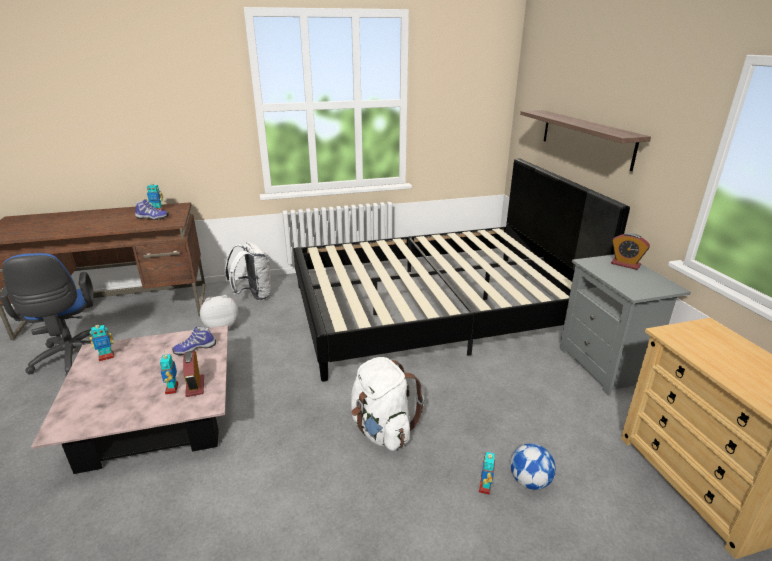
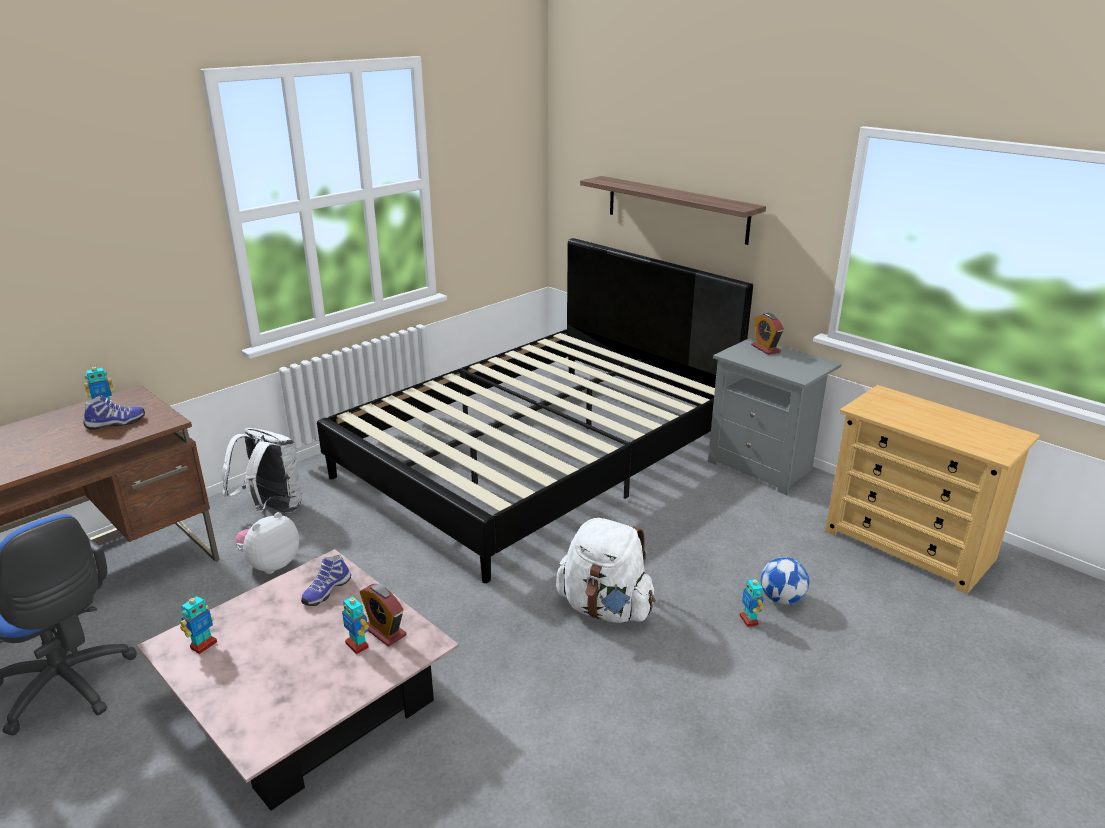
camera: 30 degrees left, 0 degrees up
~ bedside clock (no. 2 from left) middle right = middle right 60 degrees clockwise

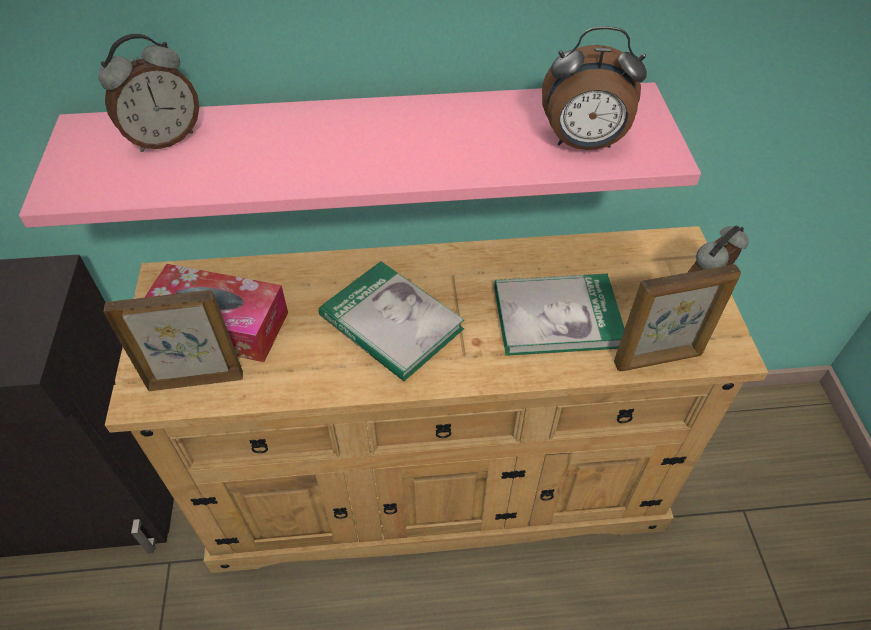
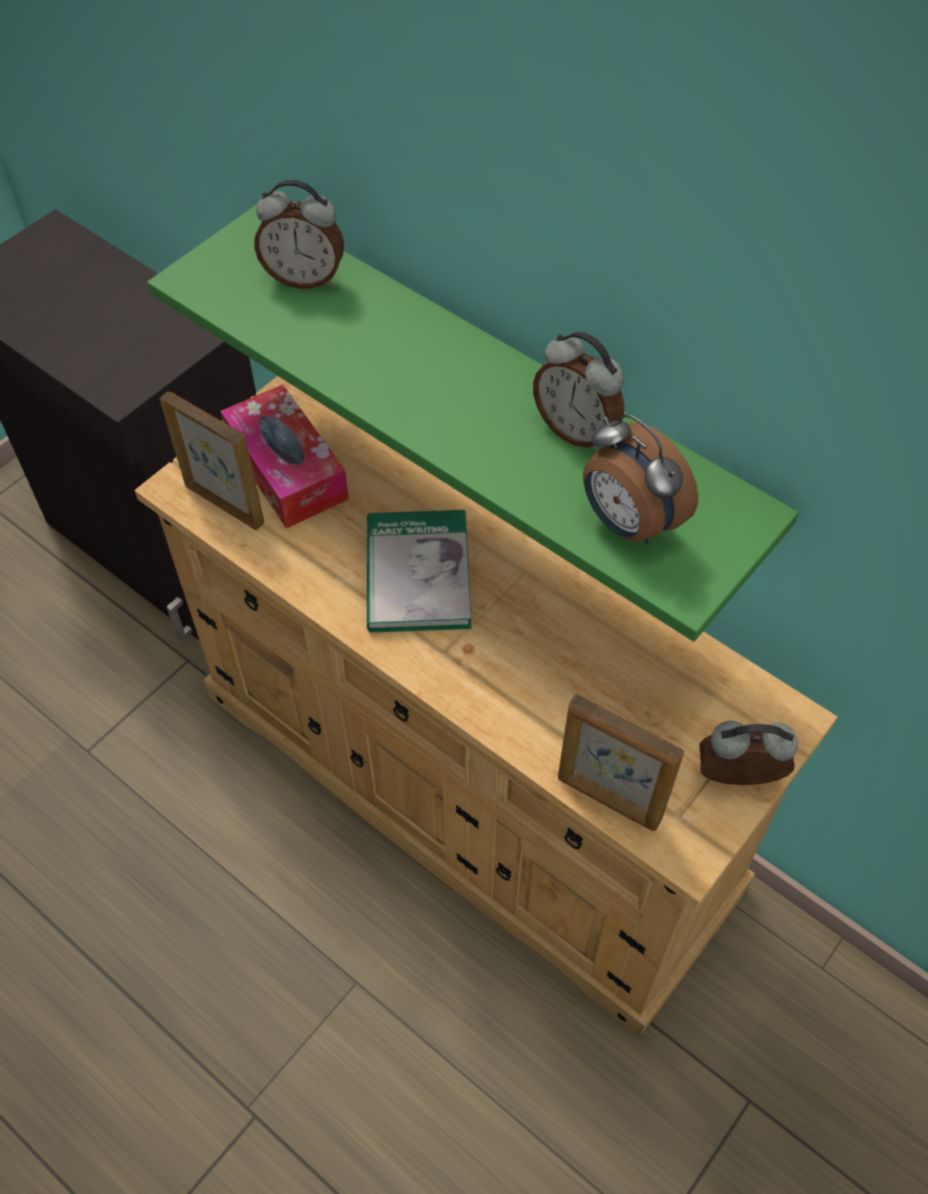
camera: 45 degrees right, 5 degrees up
~ wall shelf/pink top centre to wall shelf/green-coloured centre
- book (no. 2 from left) centre
+ bedside clock (no. 2 from left) top centre

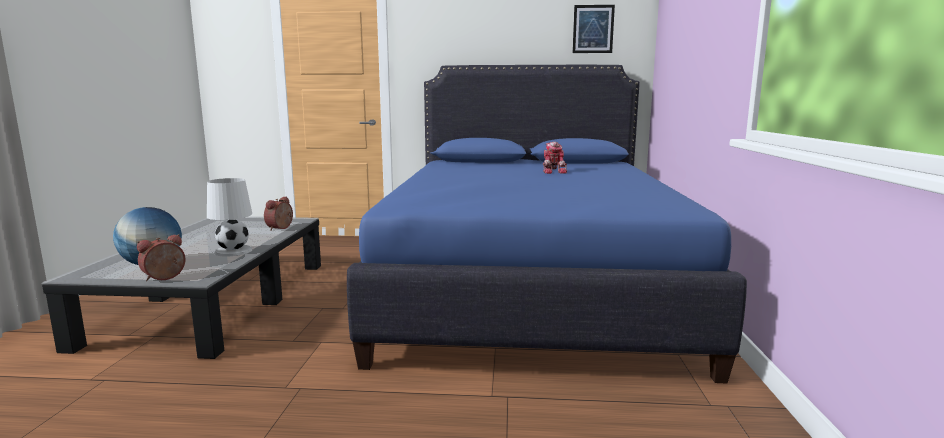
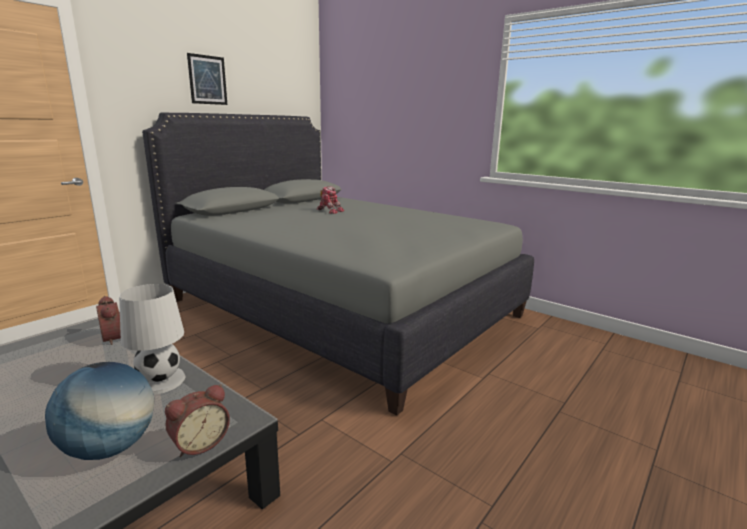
camera: 55 degrees left, 5 degrees up
~ wall art top centre to top left
~ bedroom bed/blue-coloured centre to bedroom bed/greyish centre
~ bedside clock (no. 1 from left in the first image) middle left = bottom left 120 degrees counterclockwise

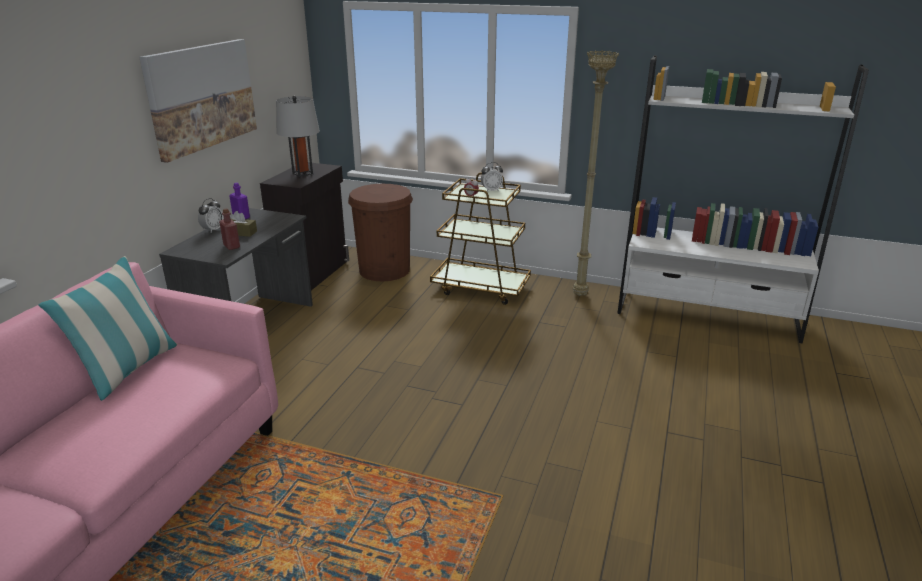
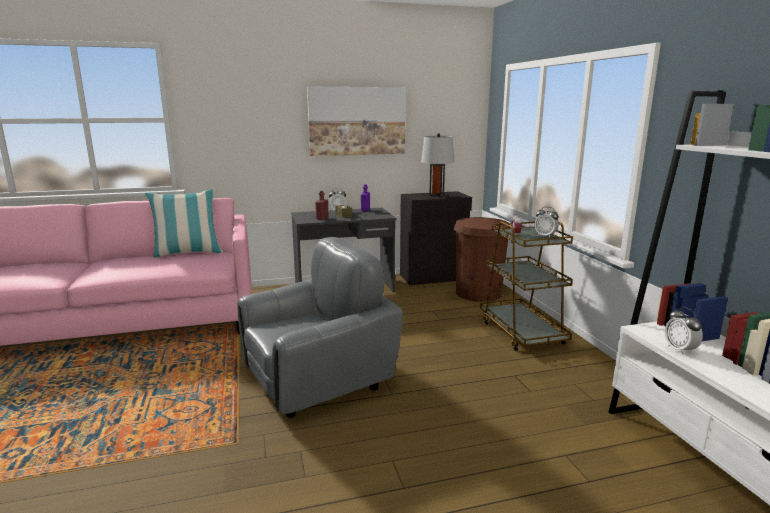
camera: 55 degrees right, 10 degrees down
- standard lamp/sand-coloured top centre
+ lounge chair/greyish centre
+ bedside clock (no. 4 from left) middle right

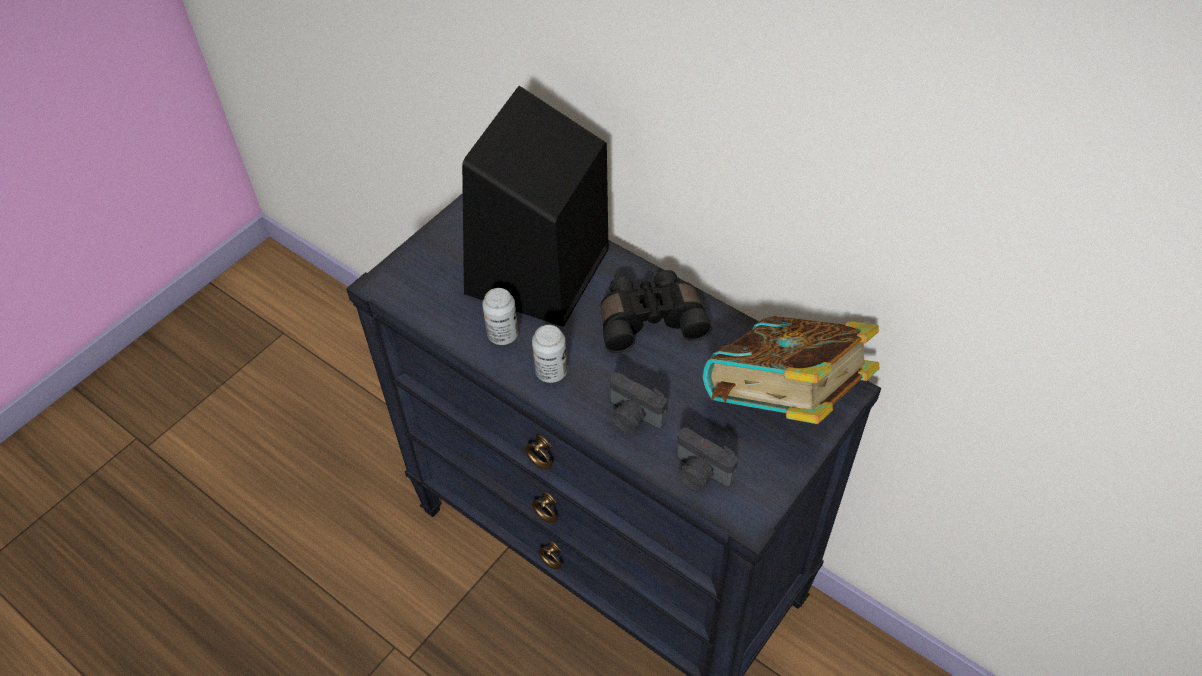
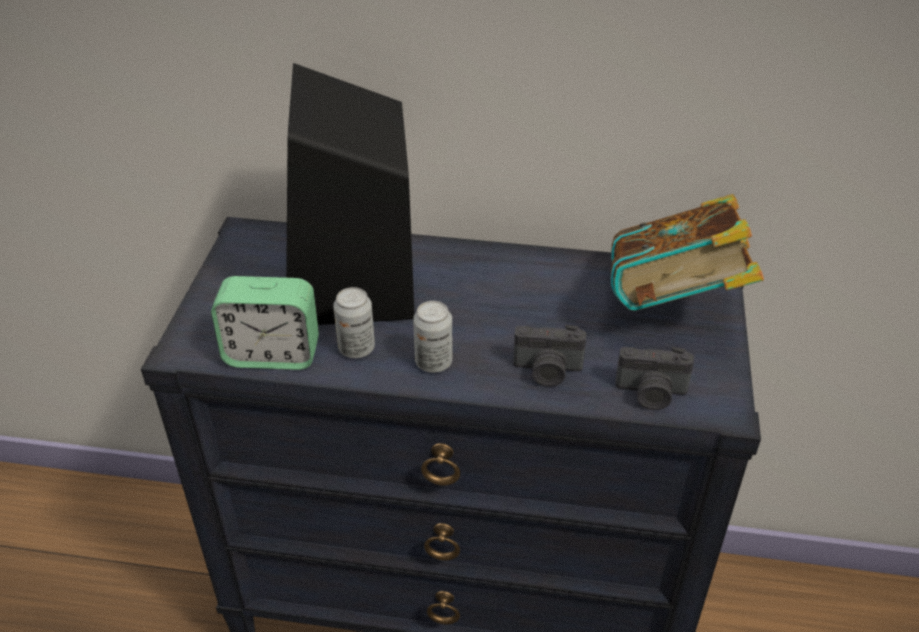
camera: 30 degrees left, 10 degrees down
- binoculars/black centre
+ bedside clock middle left

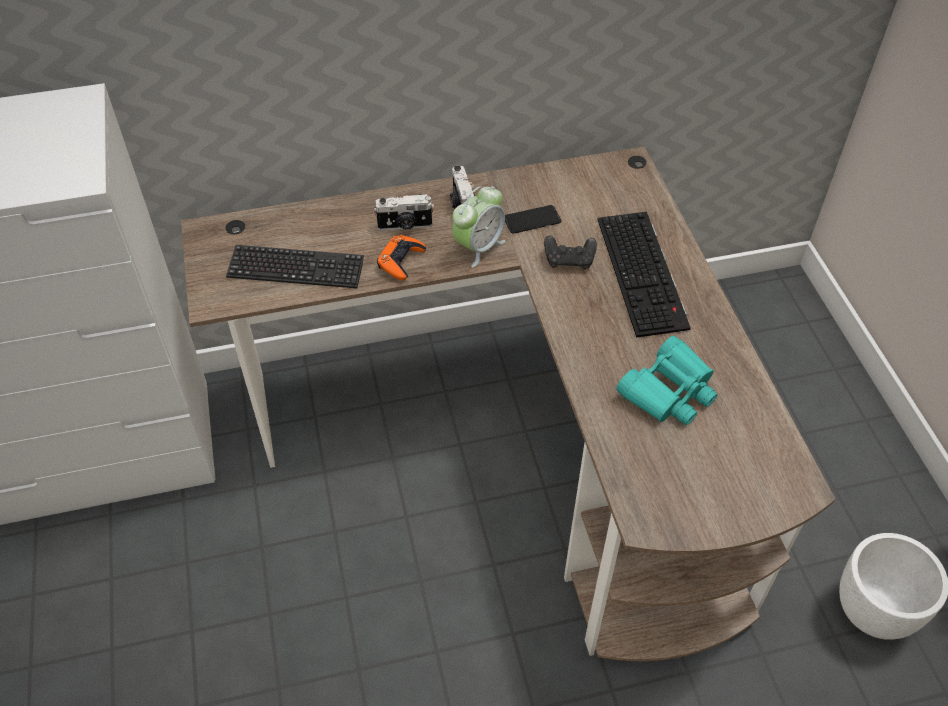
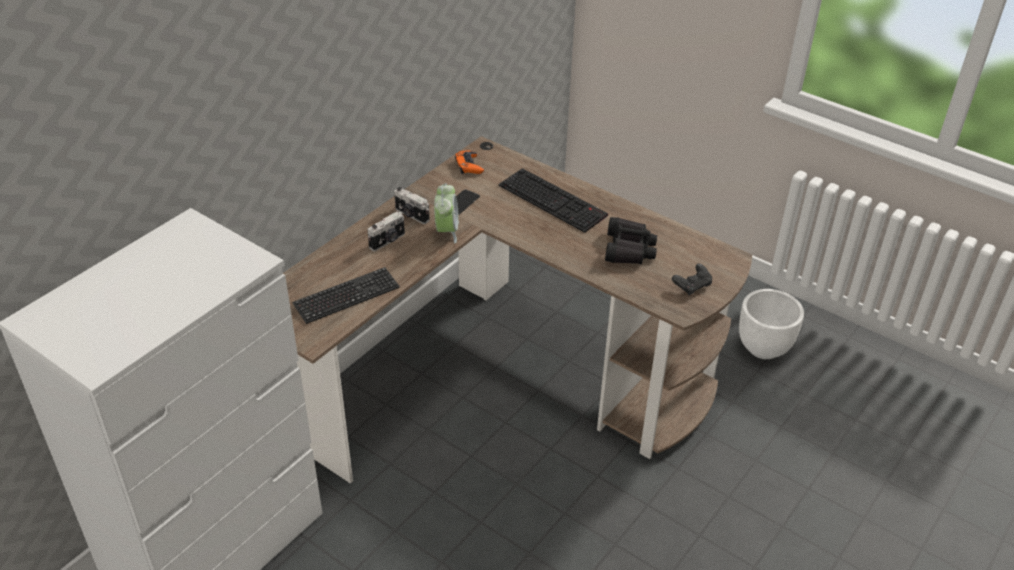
camera: 40 degrees left, 10 degrees down
~ game controller/orangey centre to top centre
~ game controller/black centre to middle right
~ binoculars/turquoise-coloured middle right to binoculars/black centre

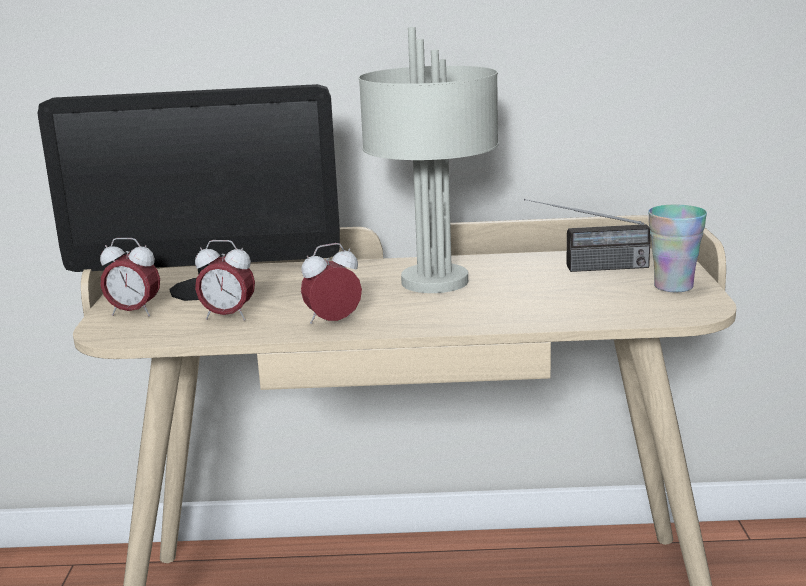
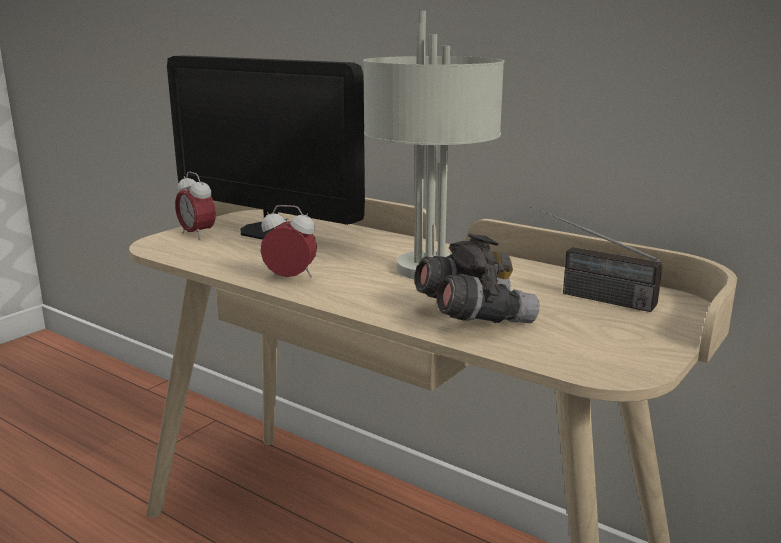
camera: 35 degrees right, 0 degrees up
- small cup middle right
- bedside clock (no. 2 from left) middle left
+ binoculars/greyish centre

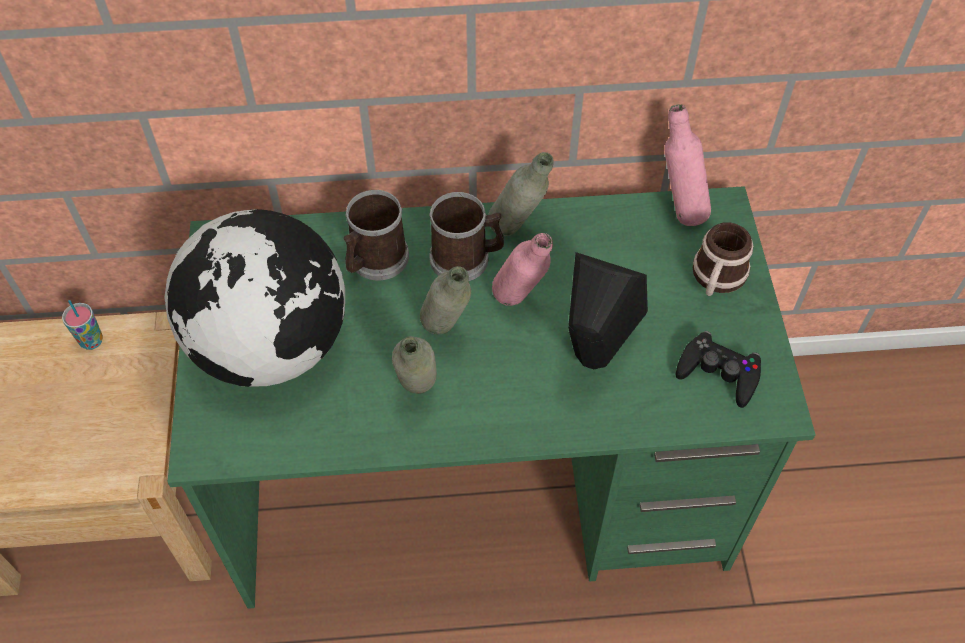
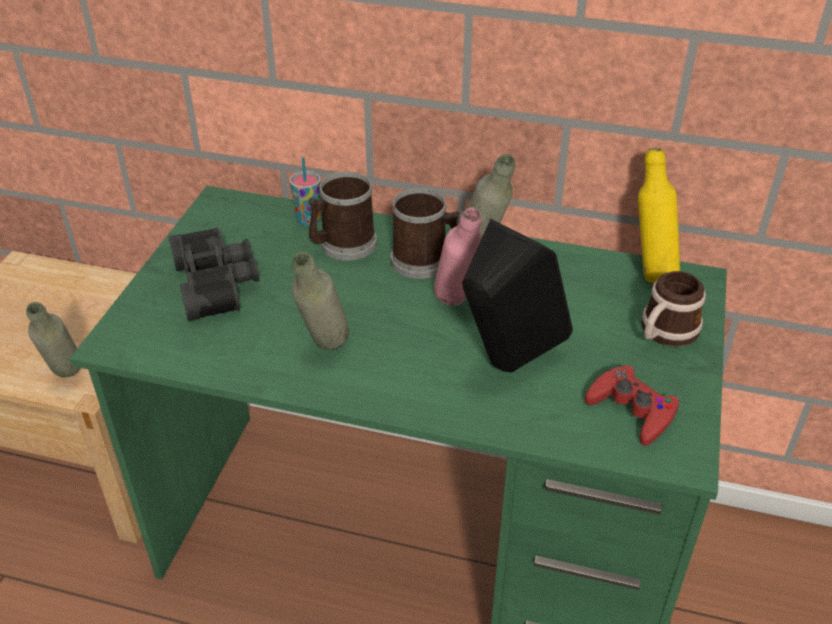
camera: 20 degrees right, 15 degrees down
~ bottle/pink (no. 2 from left) top right to bottle/yellow-coloured middle right
~ globe middle left to binoculars/black middle left
~ bottle/greyish (no. 2 from left in the first image) centre to bottle/greyish (no. 1 from left) middle left
~ small cup middle left to top centre
~ game controller/black middle right to game controller/reddish middle right

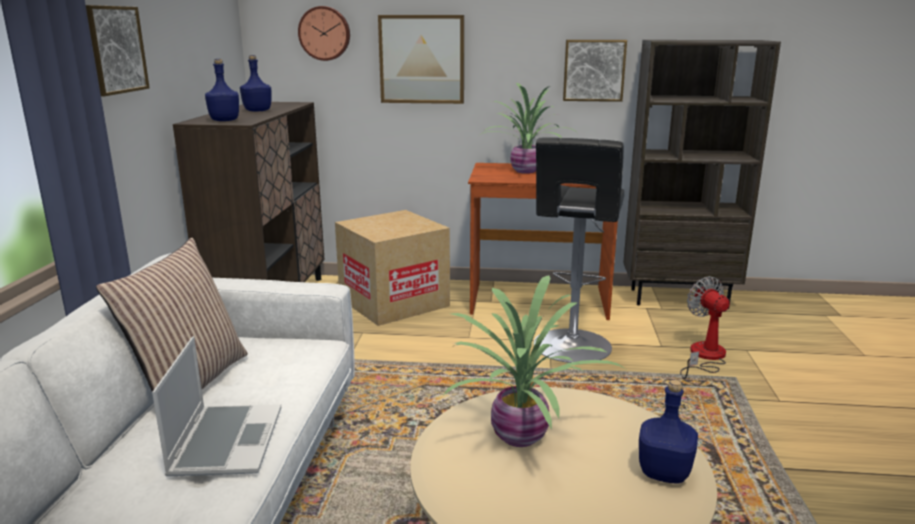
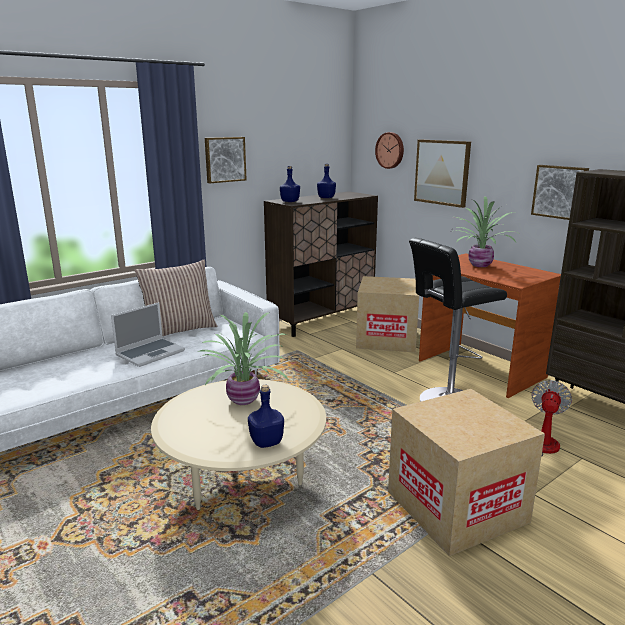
camera: 45 degrees right, 0 degrees up
+ packing box (no. 2 from left) bottom right

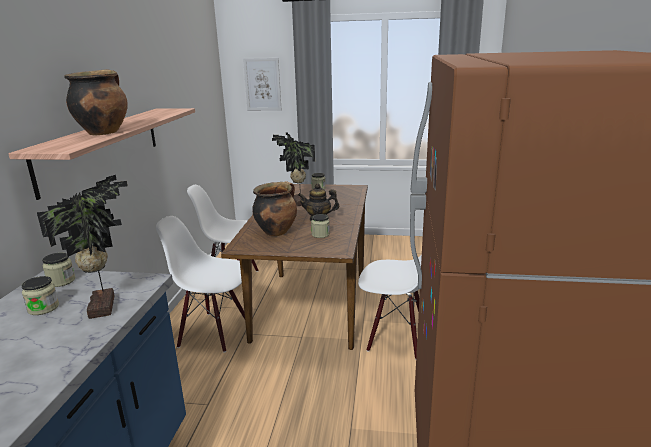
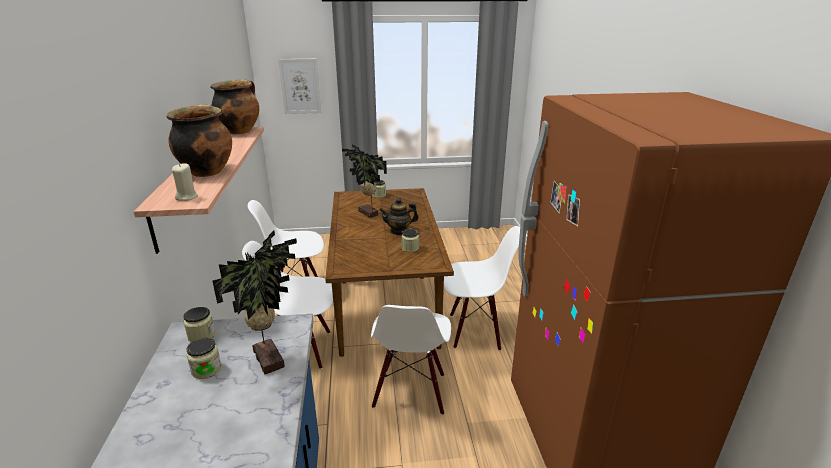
camera: 15 degrees left, 5 degrees up
~ saucepot (no. 2 from left) centre to top left
+ candle/sand-coloured middle left
+ upright chair/white-coloured (no. 3 from left) bottom centre

